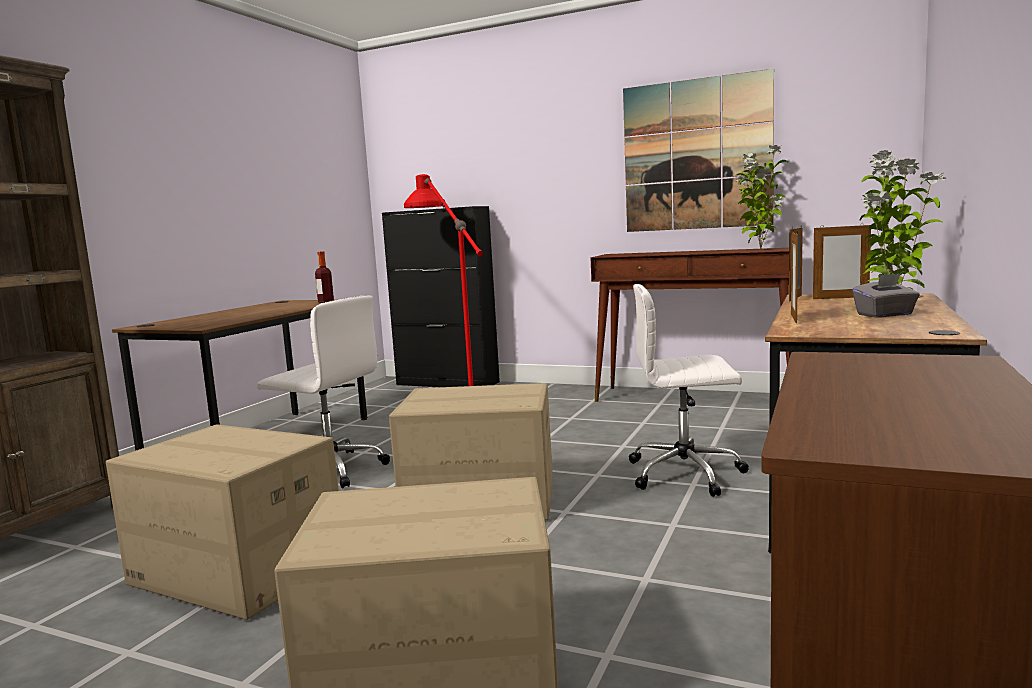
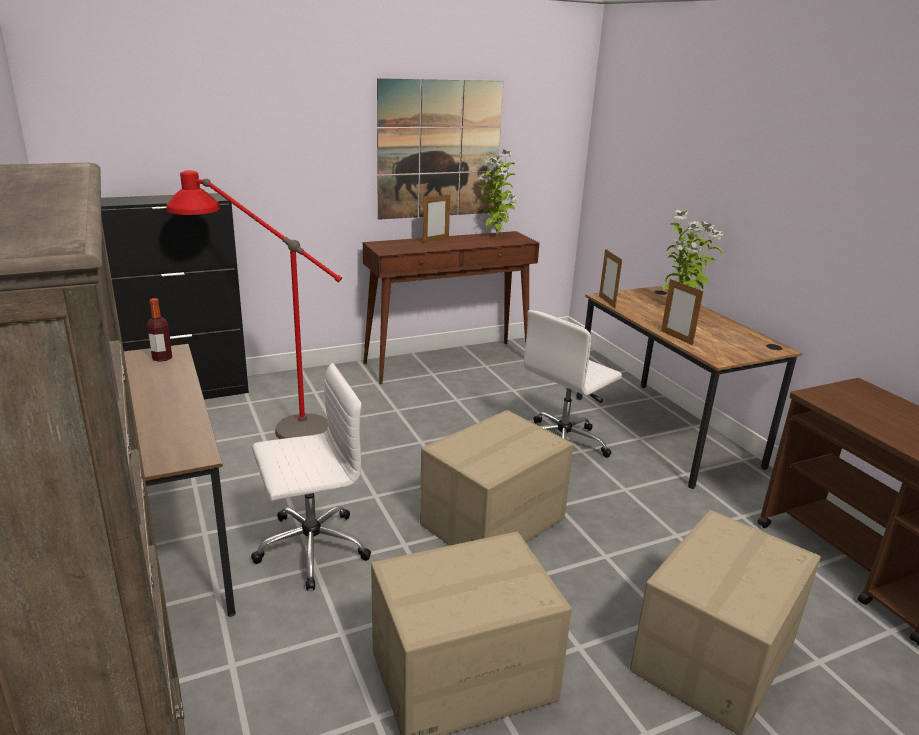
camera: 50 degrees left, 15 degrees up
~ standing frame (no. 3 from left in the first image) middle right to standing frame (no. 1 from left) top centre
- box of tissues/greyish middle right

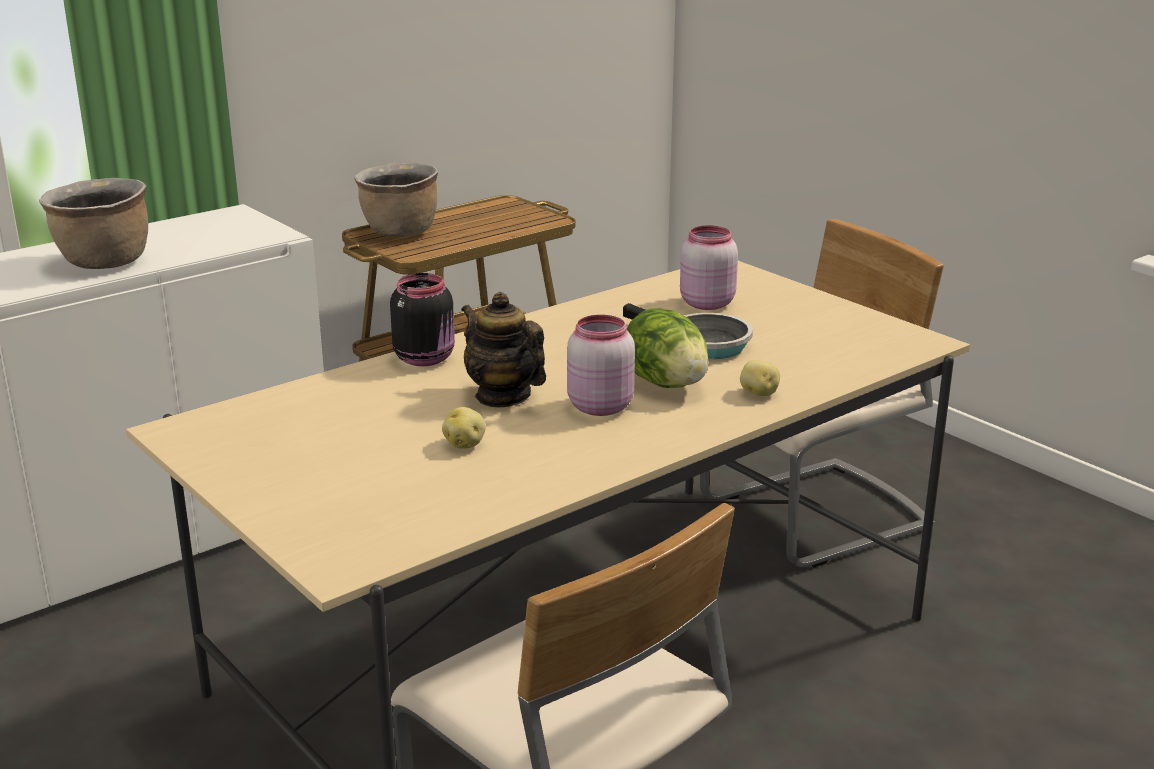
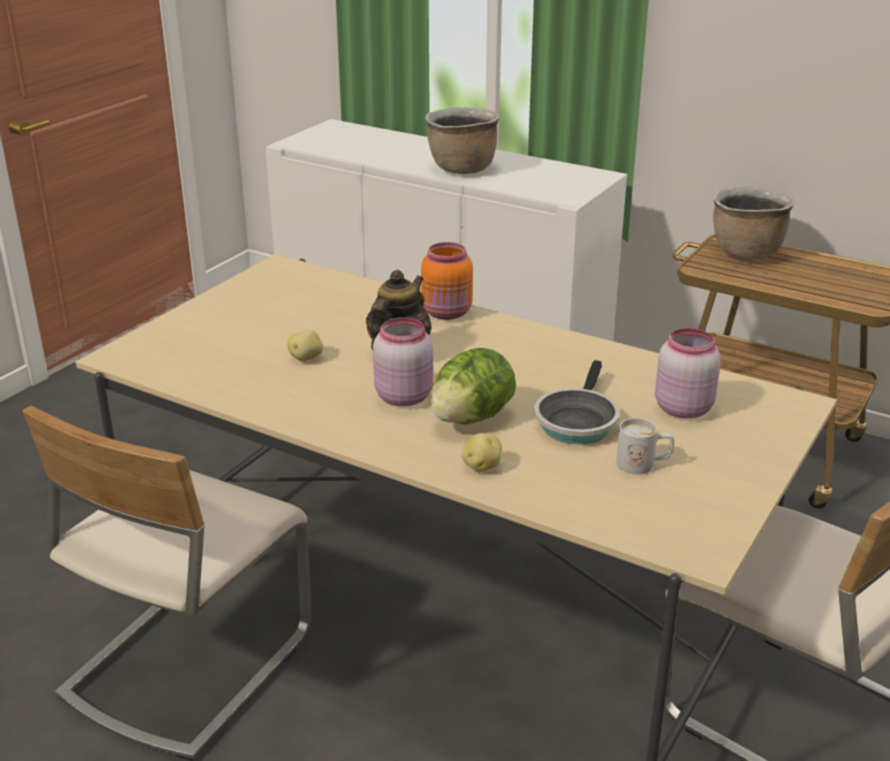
camera: 70 degrees right, 5 degrees up
~ preserve jar/black centre to preserve jar/orangey centre
+ coffee mug/white-coloured middle right

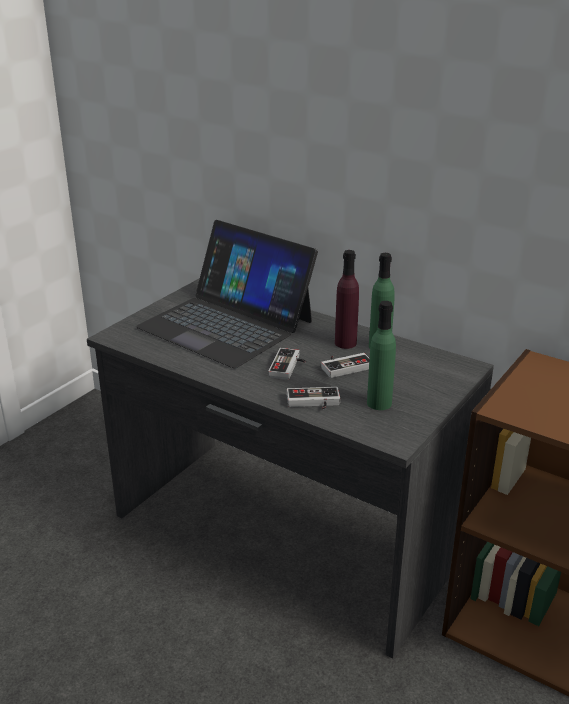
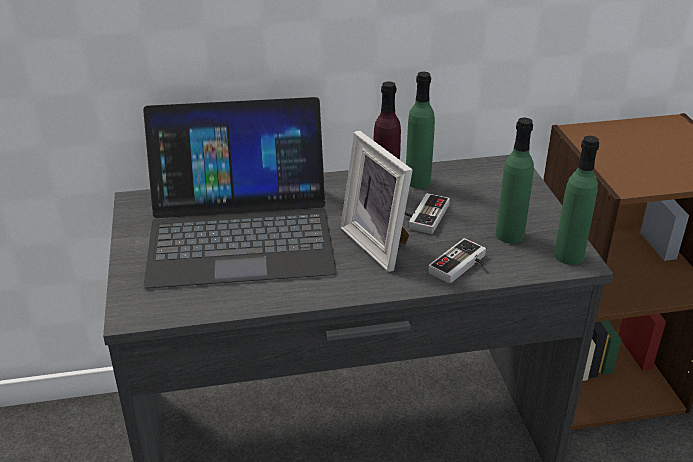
camera: 45 degrees left, 5 degrees up
~ game controller (no. 1 from left) centre to standing frame centre
+ bottle/green-coloured (no. 3 from left) middle right

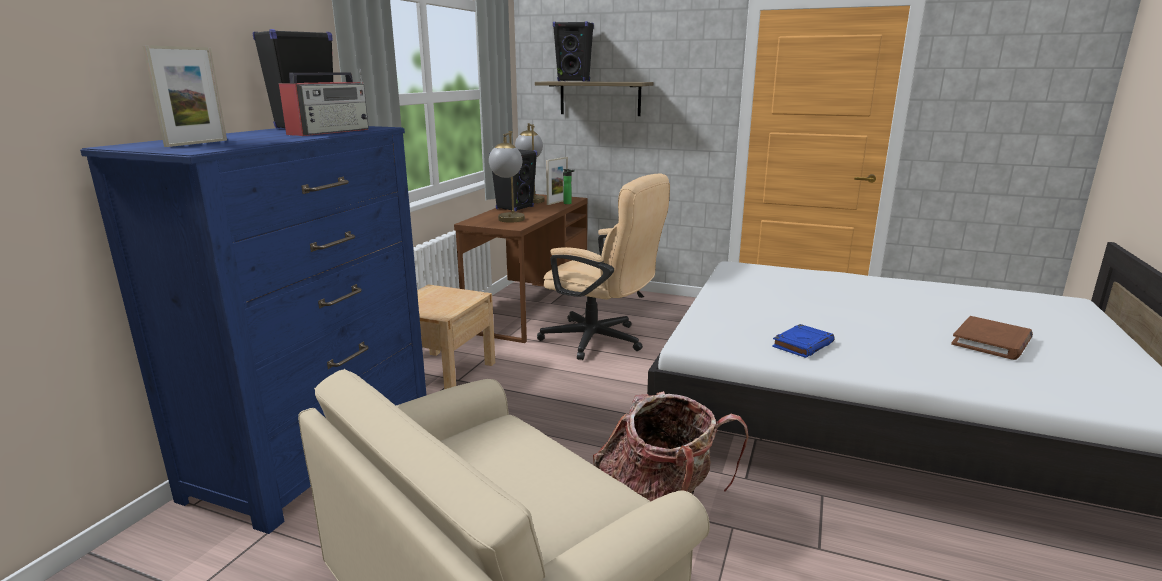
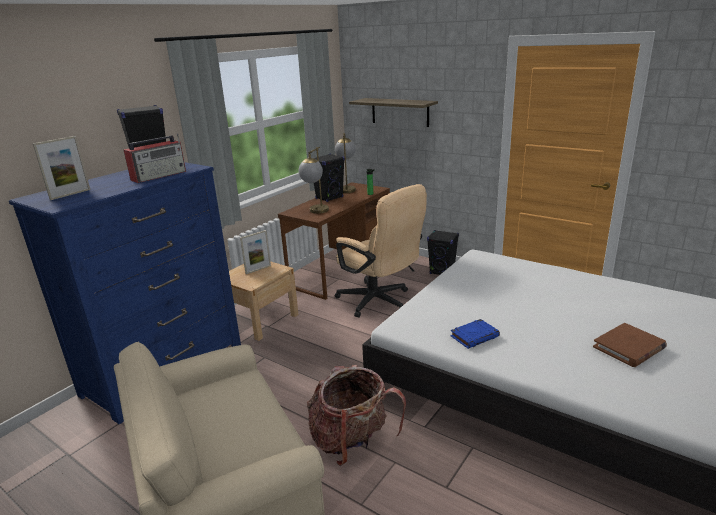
camera: 15 degrees right, 5 degrees up
~ audio speaker/black (no. 3 from left) top centre to centre
~ standing frame (no. 2 from left) top centre to centre

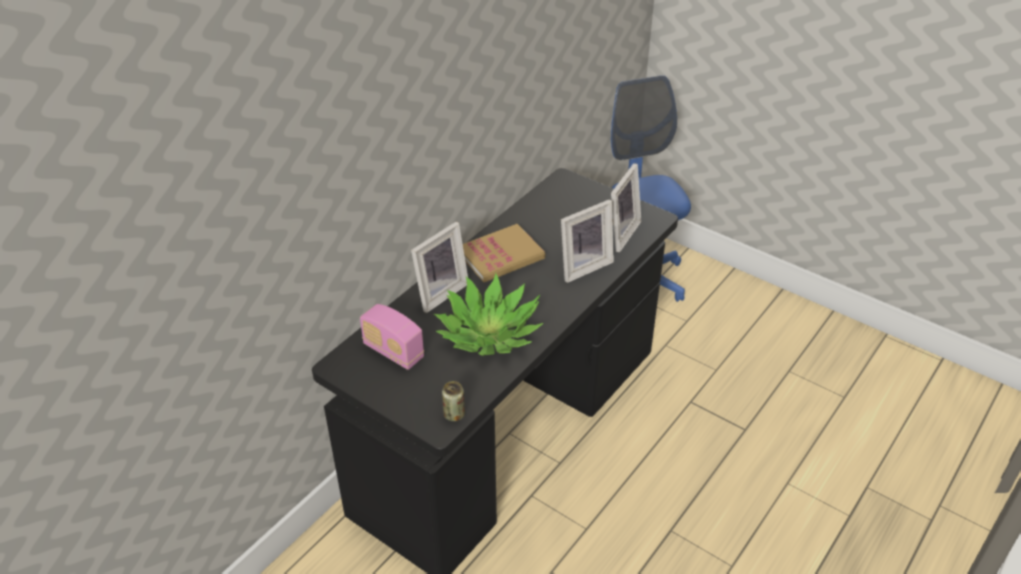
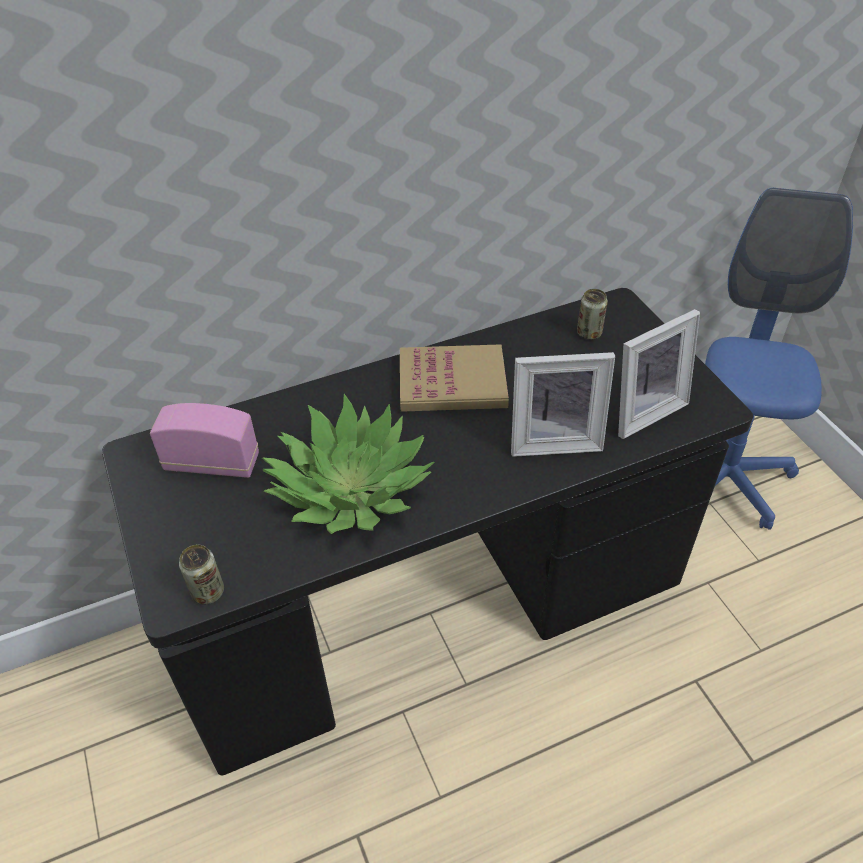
camera: 30 degrees right, 5 degrees up
- standing frame (no. 1 from left) centre
~ radio receiver centre = middle left 120 degrees clockwise
+ metal can (no. 2 from left) middle right

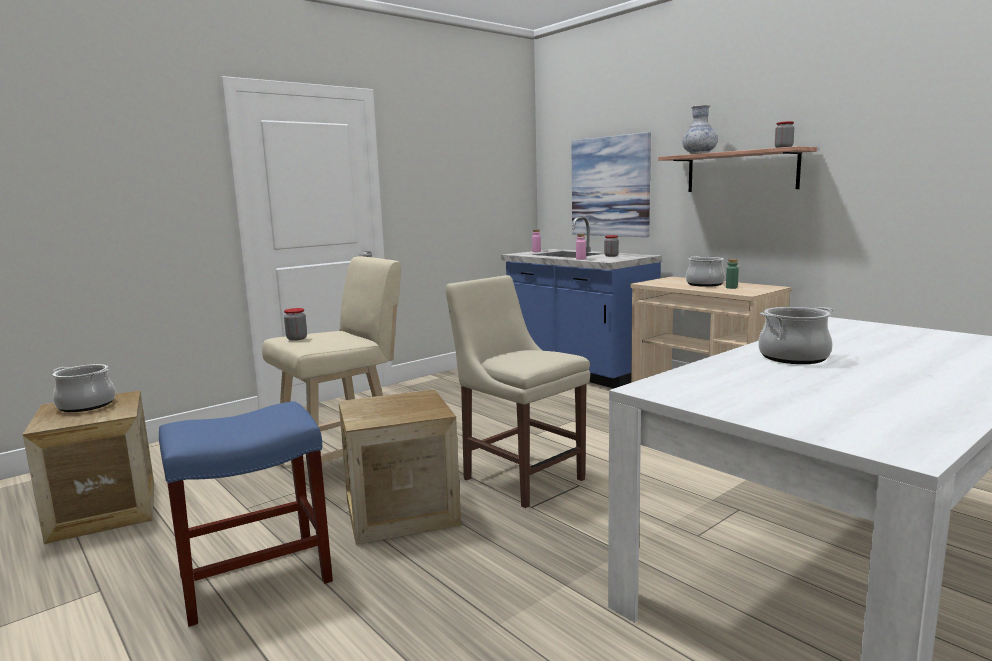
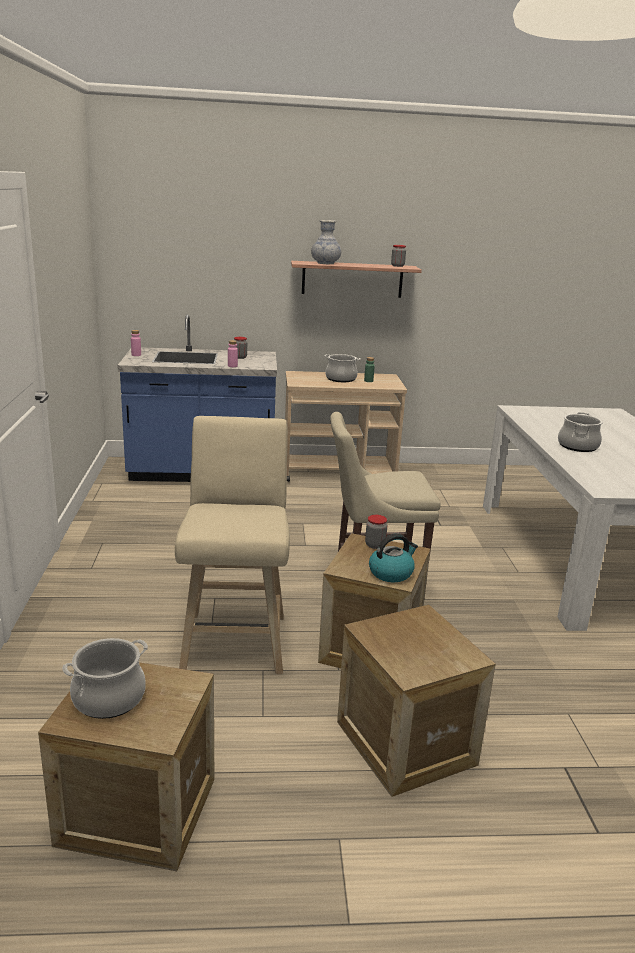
camera: 55 degrees left, 10 degrees up
- wall art top centre
~ preserve jar (no. 1 from left in the first image) middle left to preserve jar (no. 2 from left) centre
~ stool/blue-coloured bottom left to crate (no. 3 from left) bottom centre
+ water kettle centre

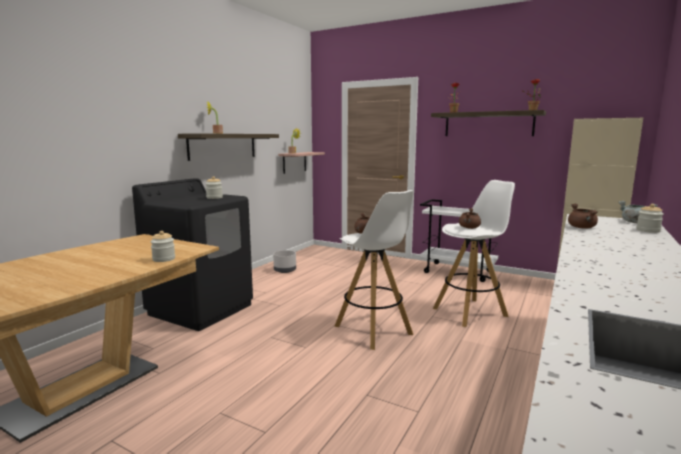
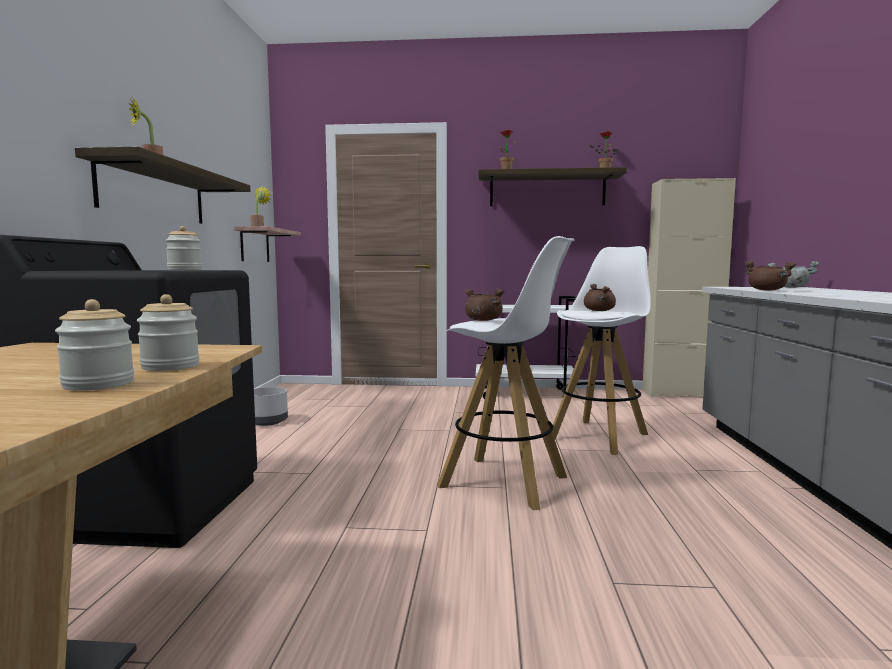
camera: 25 degrees left, 5 degrees down
~ preserve jar (no. 3 from left in the first image) middle right to preserve jar (no. 1 from left) middle left

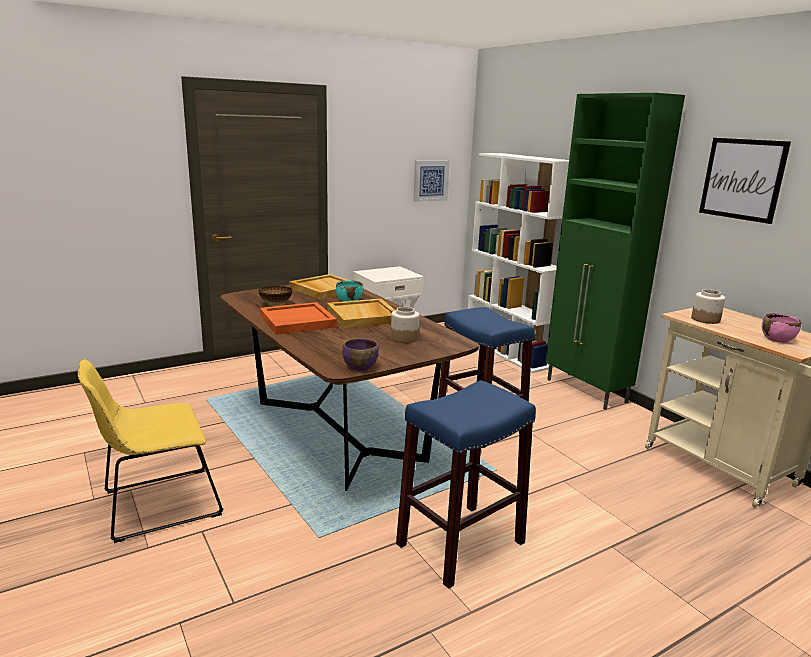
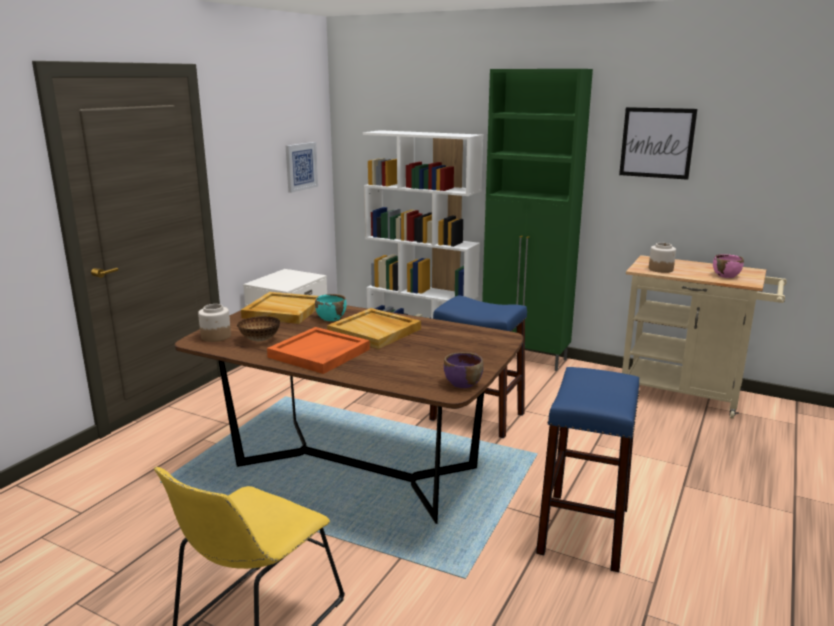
camera: 30 degrees left, 0 degrees up
~ preserve jar (no. 1 from left) centre to middle left

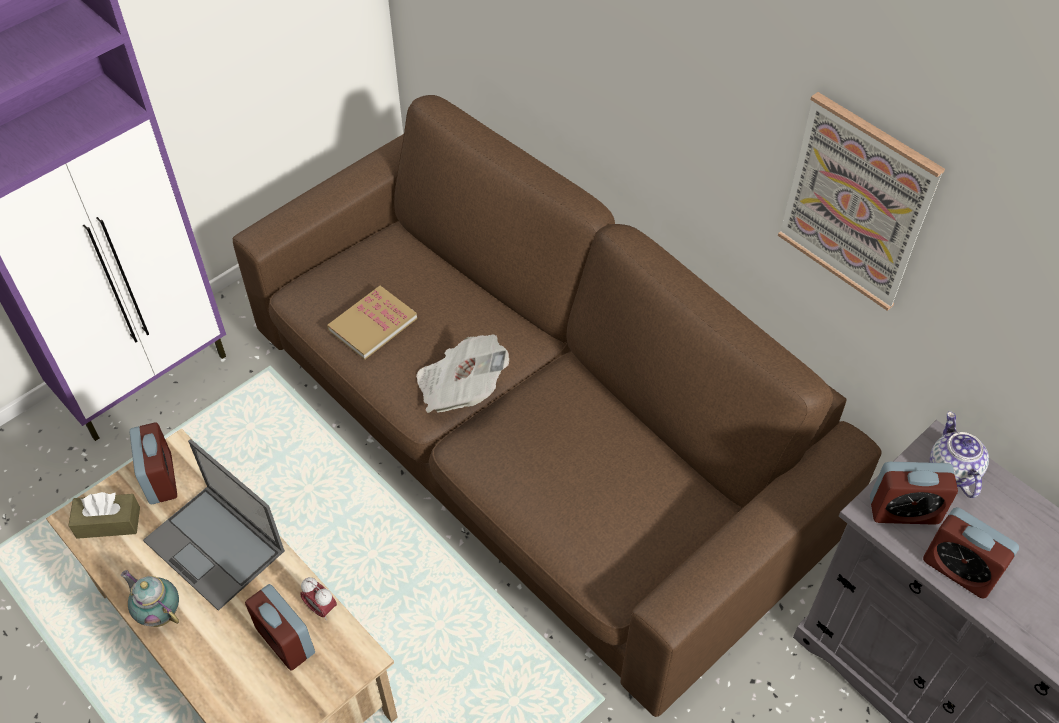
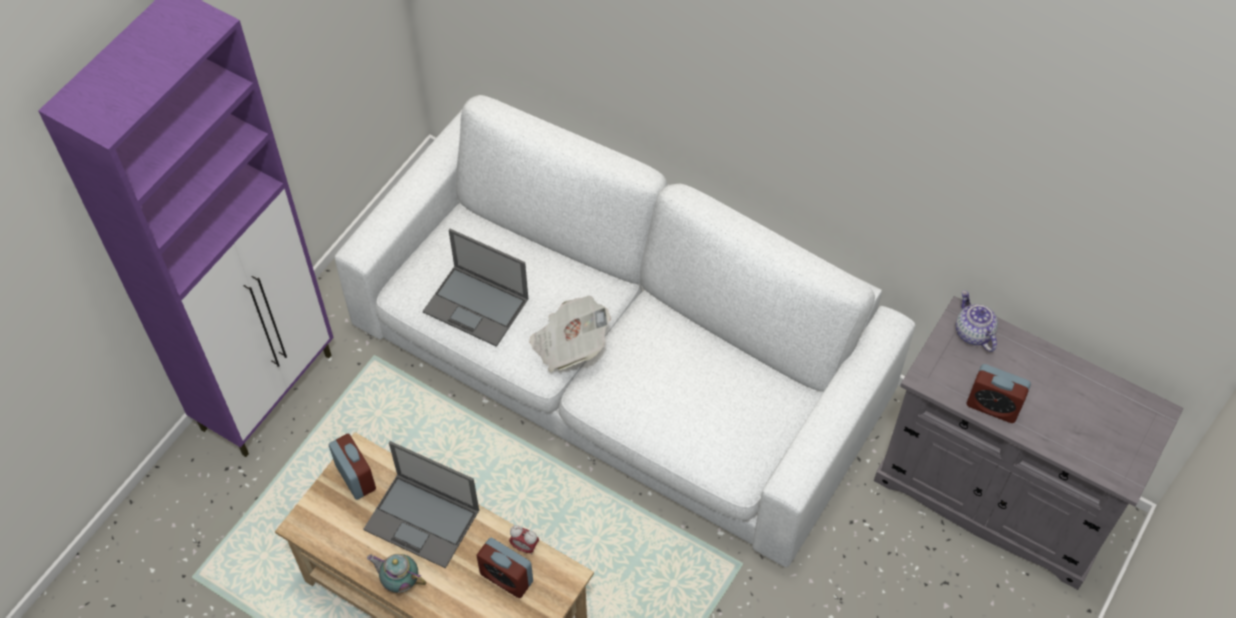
camera: 15 degrees left, 5 degrees up
- wall art top right
~ couch/brown-coloured centre to couch/white-coloured centre
~ book centre to laptop (no. 2 from left) centre
- bedside clock (no. 4 from left) bottom right
- box of tissues/brown-coloured bottom left

